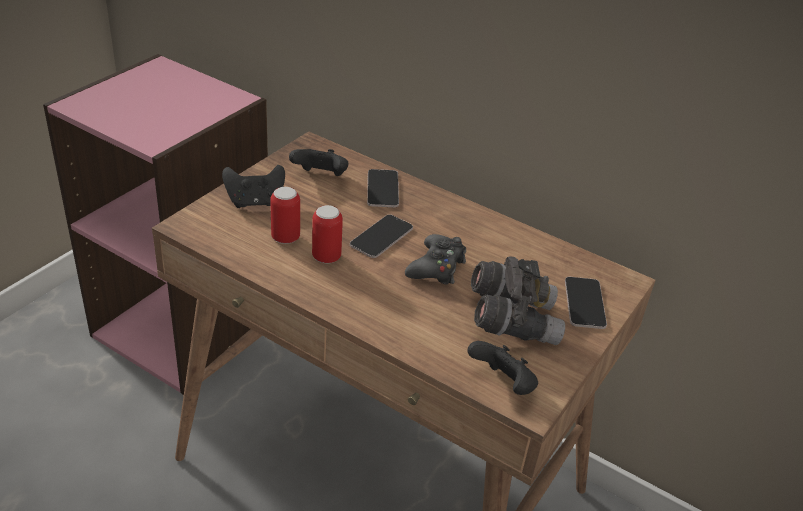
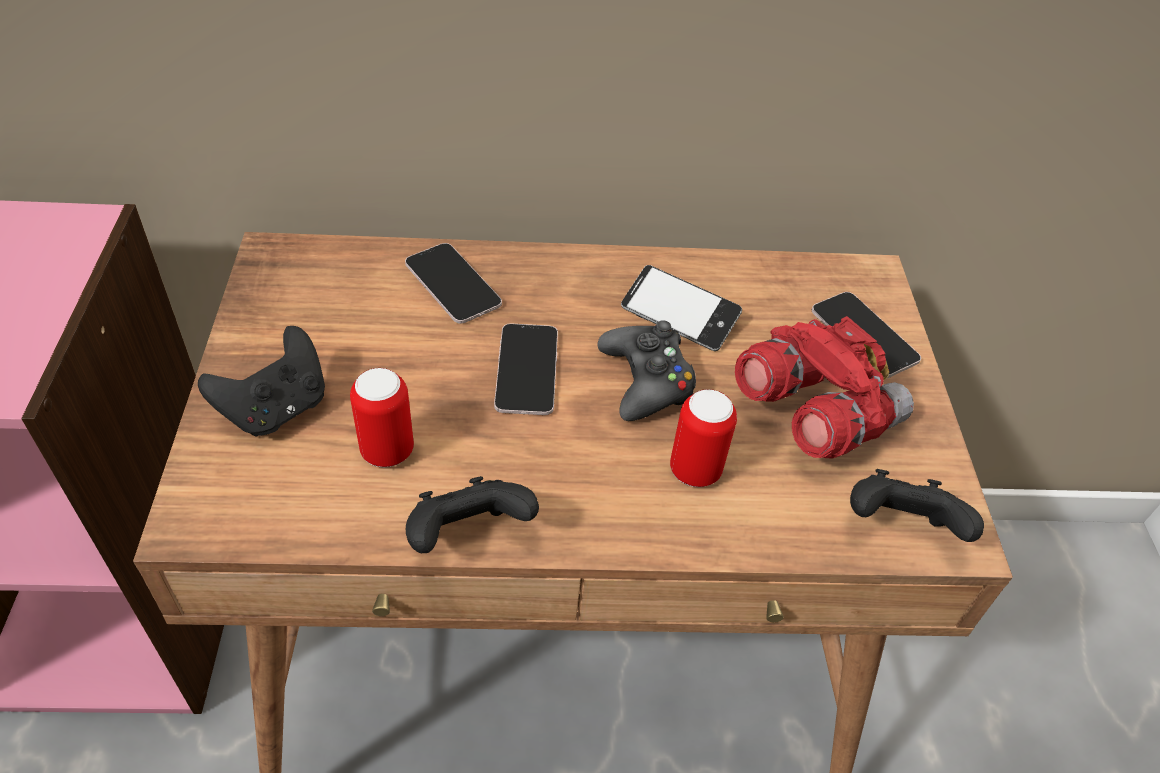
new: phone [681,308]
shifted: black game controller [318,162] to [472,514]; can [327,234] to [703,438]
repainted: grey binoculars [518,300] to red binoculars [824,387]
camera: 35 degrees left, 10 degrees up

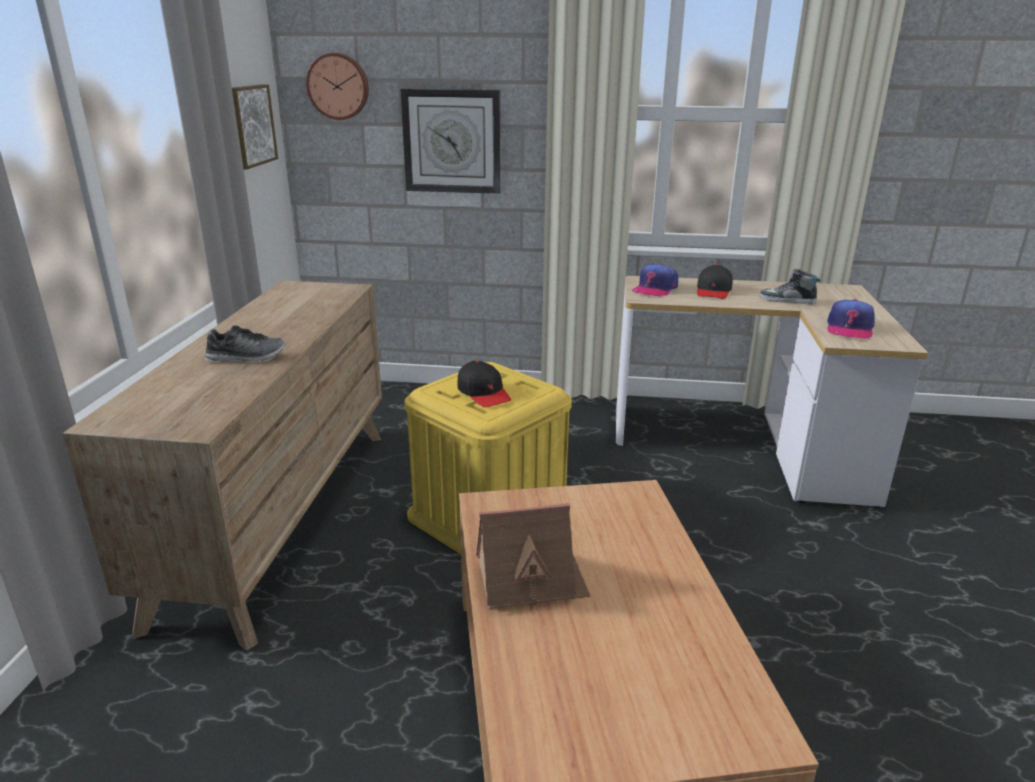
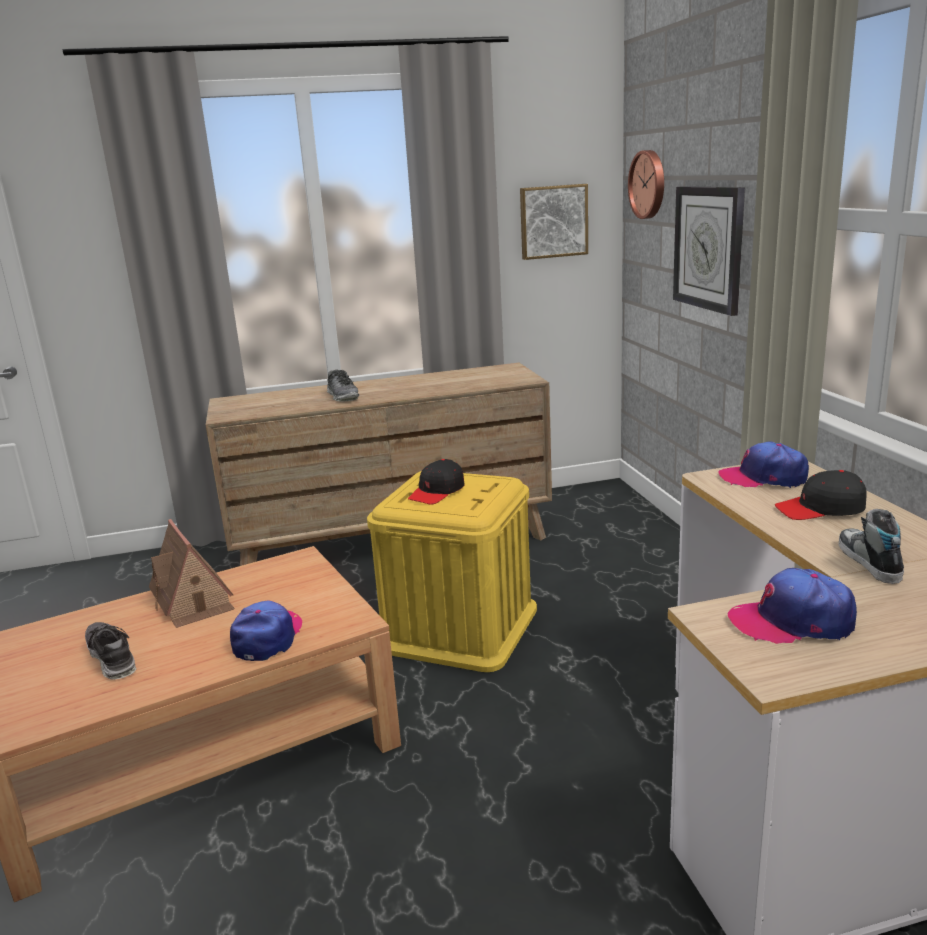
new: shoe [111,650]; cap [266,630]
camera: 70 degrees right, 5 degrees down

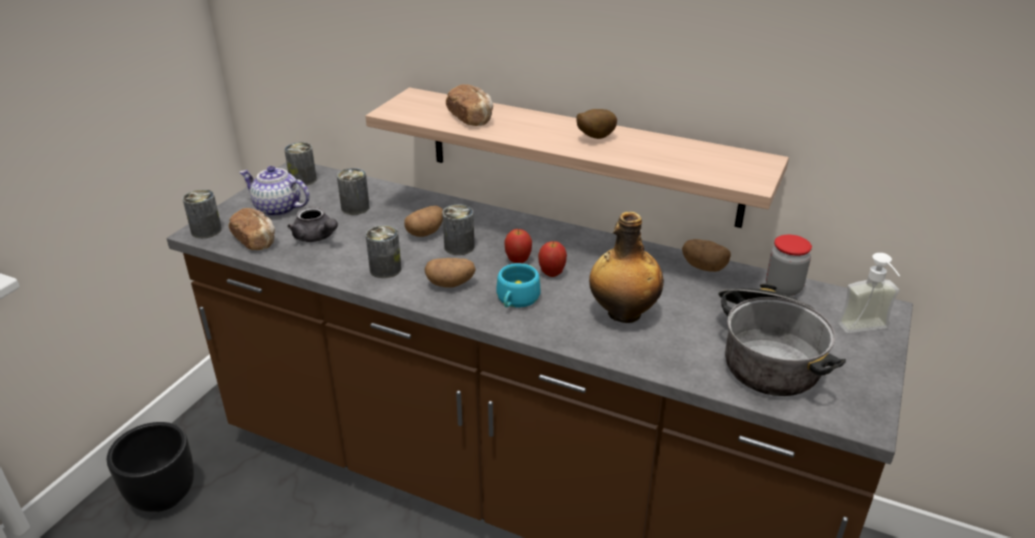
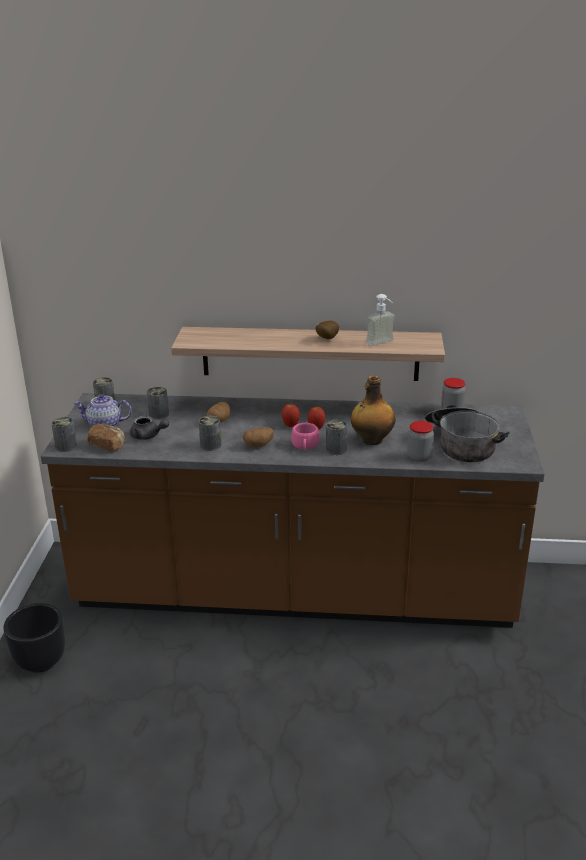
gone: bread [469,105]; potato [706,255]
new: jar [420,441]
shifted: can [458,229] to [337,437]; soap dispenser [869,293] to [380,320]
repainted: turquoise cup [518,285] to pink cup [305,436]
camera: 20 degrees left, 5 degrees down

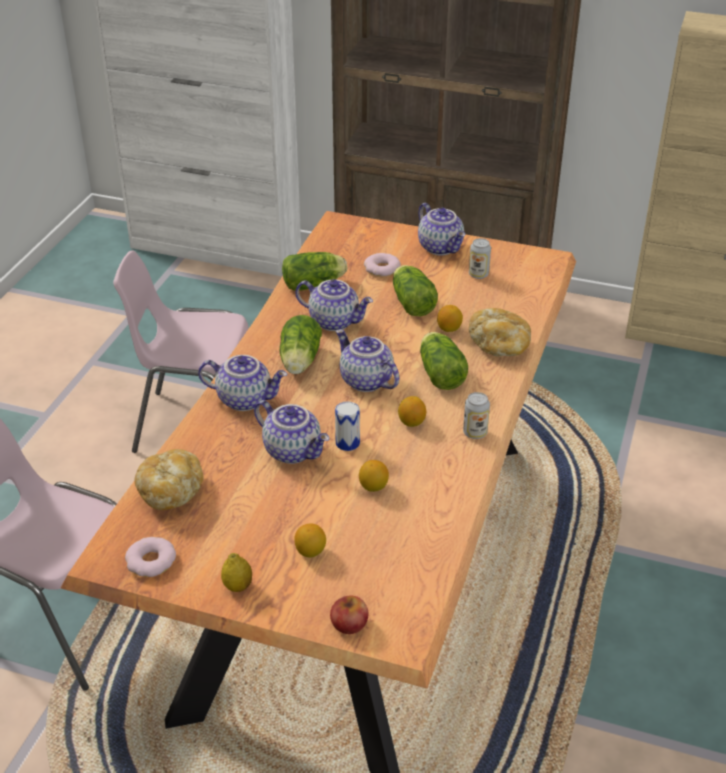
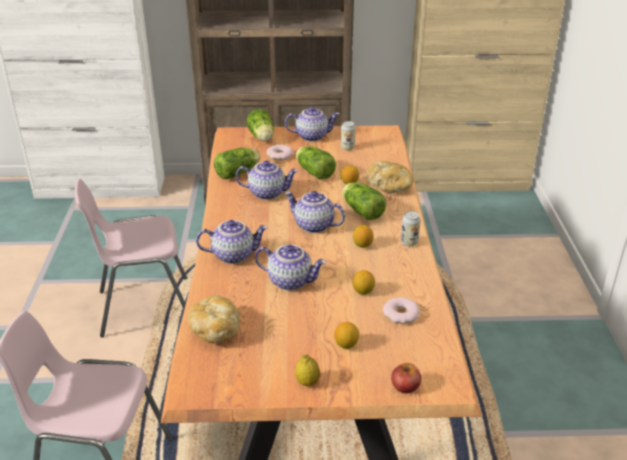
gone: can [347,426]
shifted: donut [150,557] to [401,310]; lettuce [301,344] to [260,125]
rotated: teapot [441,229] = [312,124] 45 degrees counterclockwise
camera: 20 degrees left, 5 degrees down

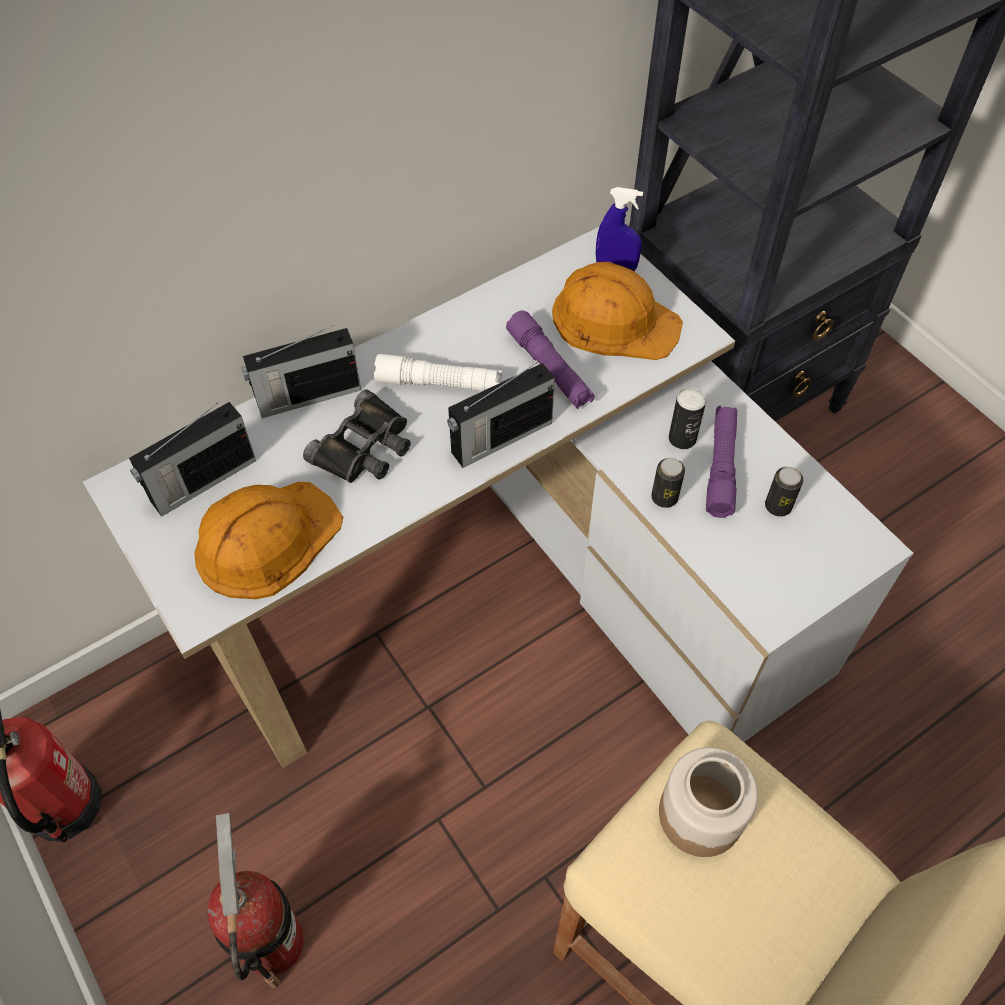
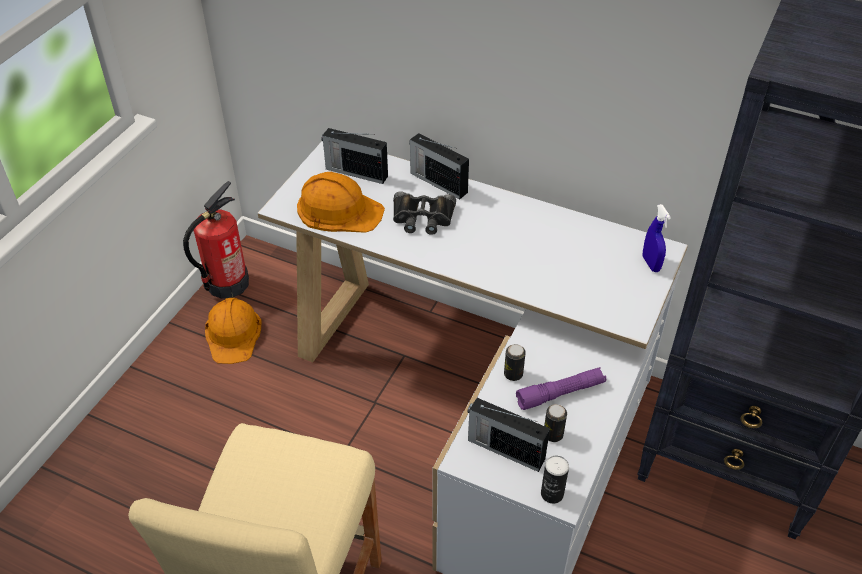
gone: fire extinguisher [255,900]; white flashlight [438,372]; purple flashlight [550,359]; jar [708,802]
shifted: radio [501,415] to [508,435]; orange hard hat [617,311] to [233,331]; can [687,418] to [555,479]
camera: 60 degrees right, 10 degrees down

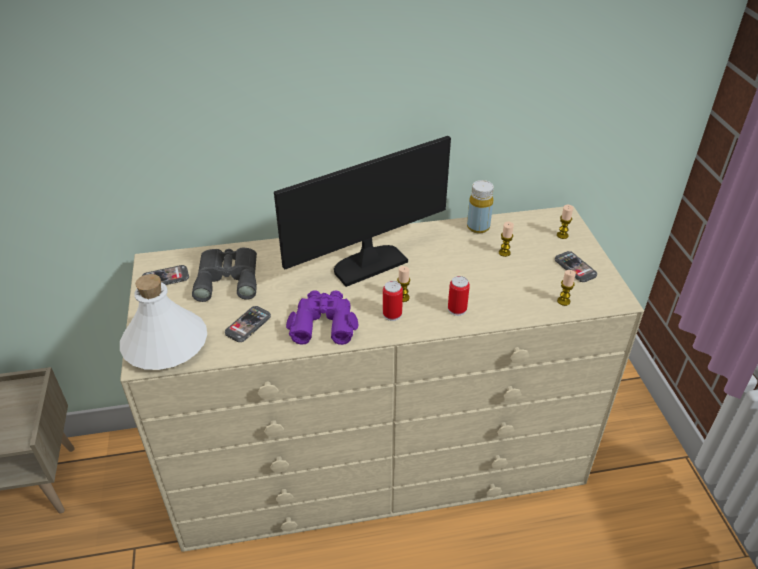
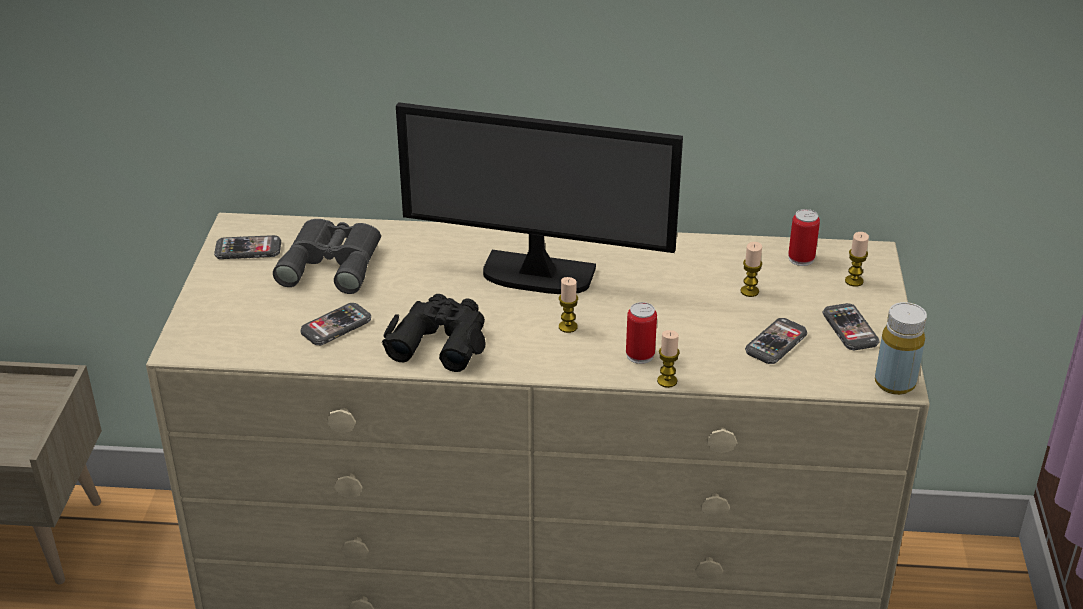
gone: white bottle [163,322]
new: phone [776,341]
shifted: can [393,301] to [804,237]; yellow bottle [480,207] to [901,348]; candle [566,288] to [668,359]
repainted: purple binoculars [322,317] to black binoculars [433,333]
rotated: monitor [362,211] = [539,198] 150 degrees counterclockwise
camera: 15 degrees right, 5 degrees down

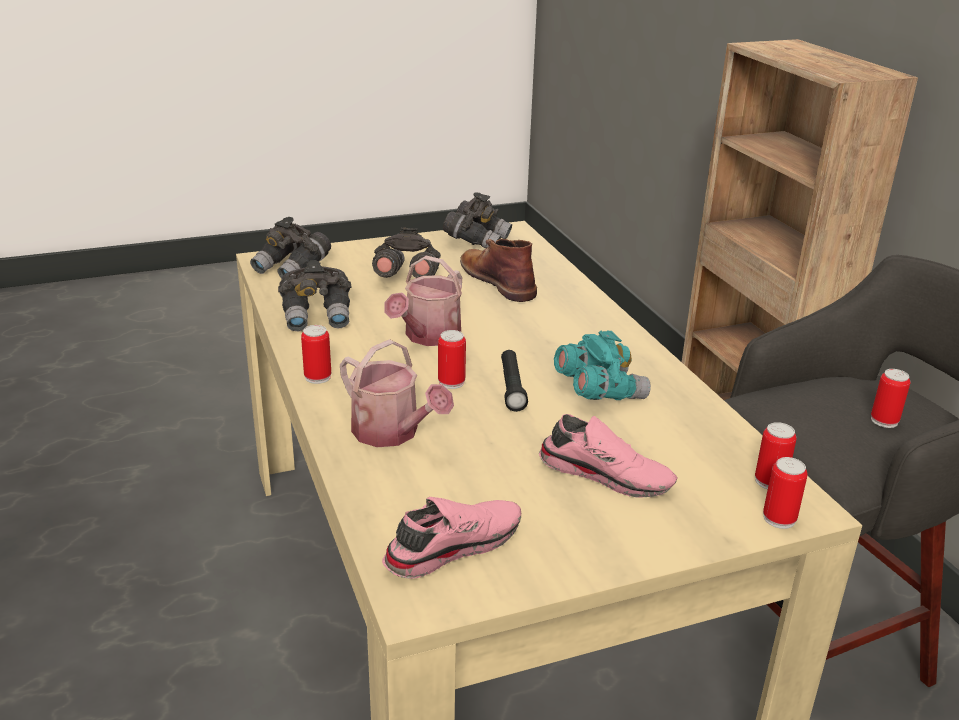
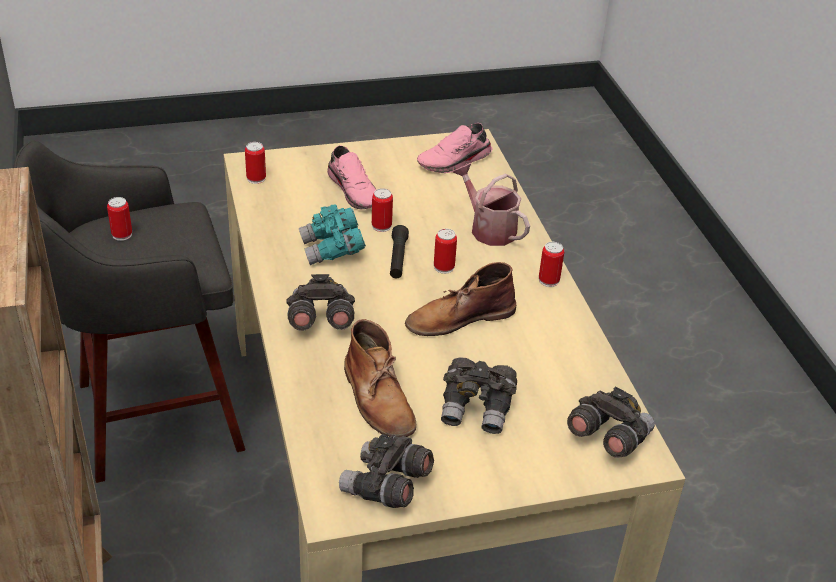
shifted: grey binoculars [314,295] to [320,302]; can [785,493] to [382,210]
swapped: watering can [423,300] to brown boot [460,299]
rotated: pink shoe [608,456] = [352,177] 150 degrees counterclockwise
camera: 175 degrees left, 10 degrees up

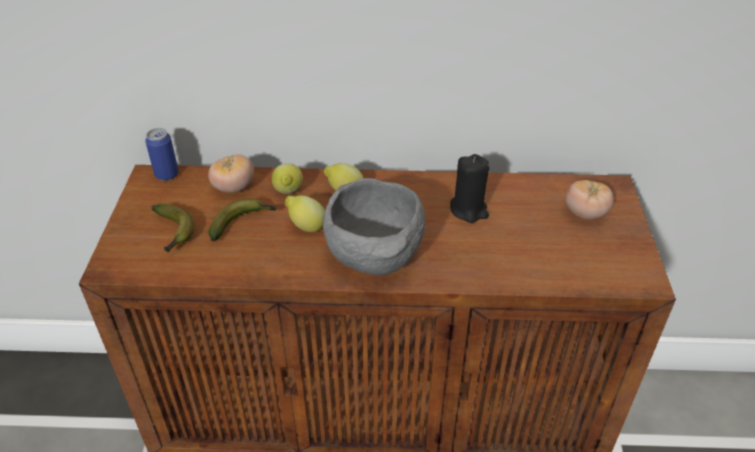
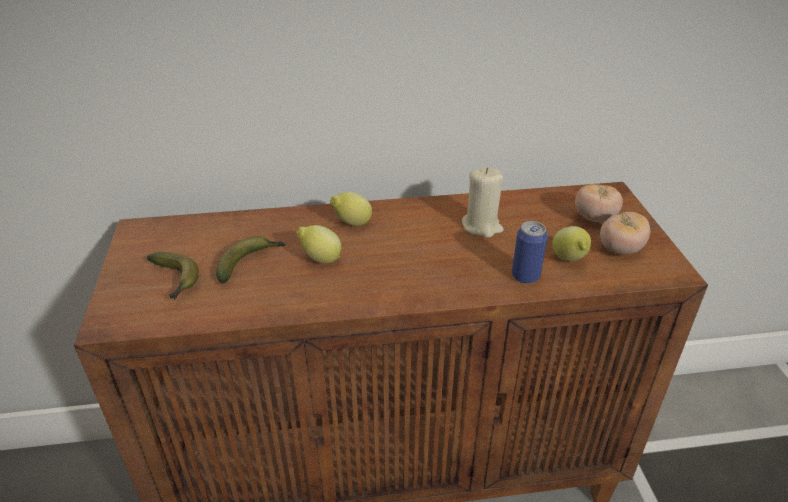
gone: grey bowl [374,226]
shifted: can [162,154] to [530,252]; tomato [231,173] to [625,233]; lemon [287,178] to [571,243]
repainted: black candle [469,188] to beige candle [483,202]
camera: 10 degrees left, 5 degrees down

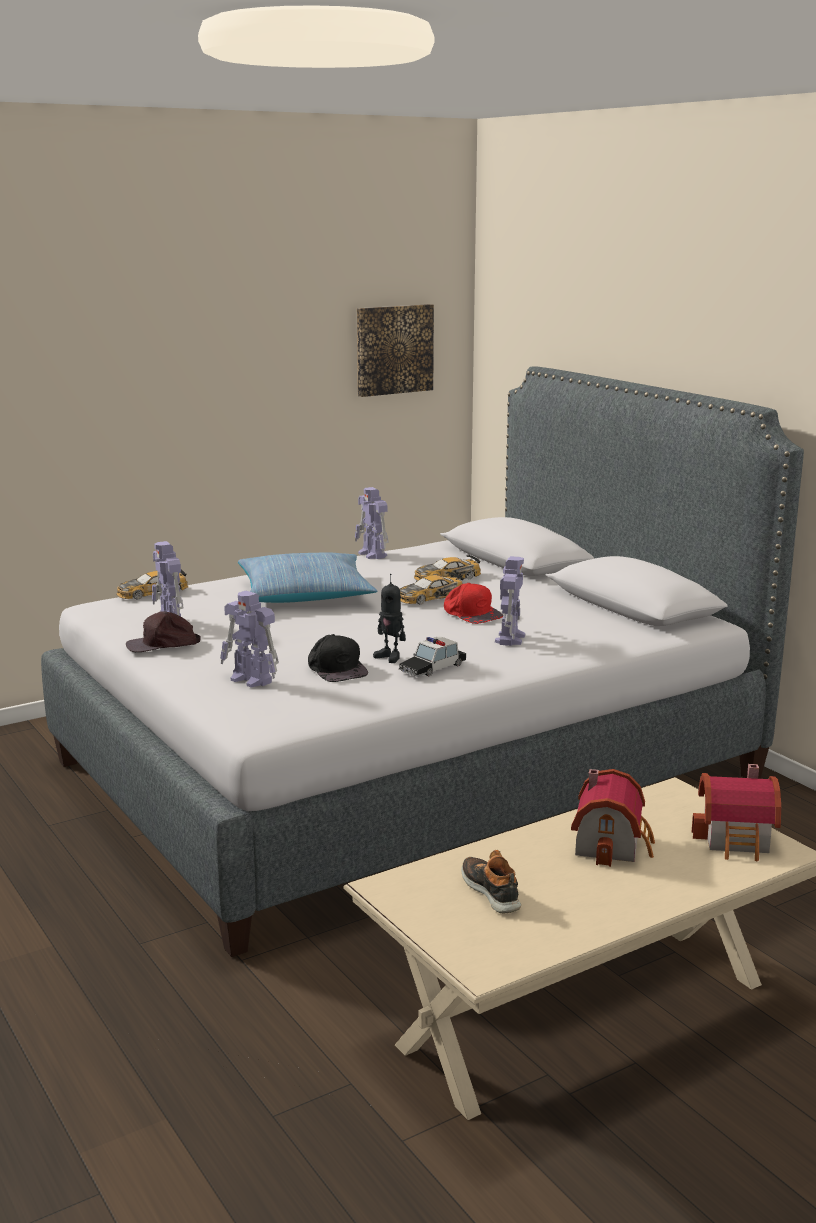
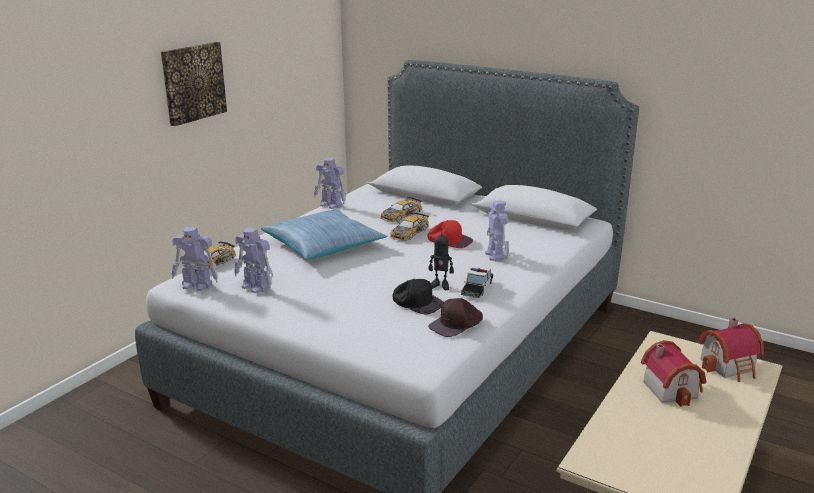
gone: shoe [491,881]
shifted: brown cap [163,631] to [455,317]; toy robot [249,639] to [195,259]; picture [395,350] to [194,84]
camera: 25 degrees left, 5 degrees up

